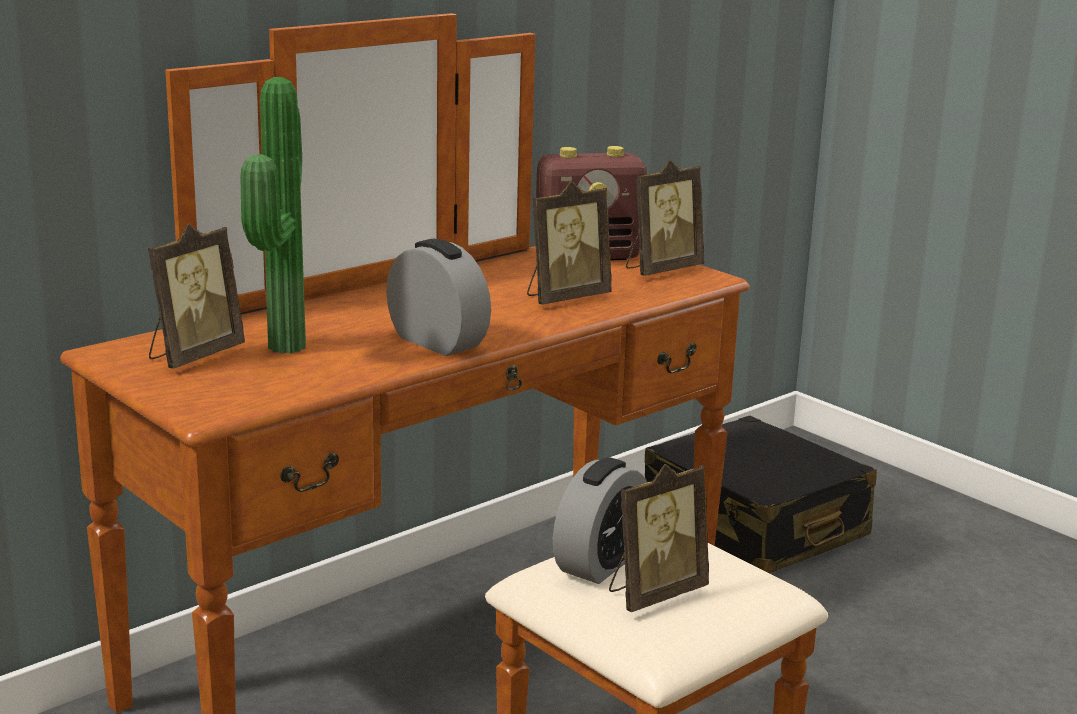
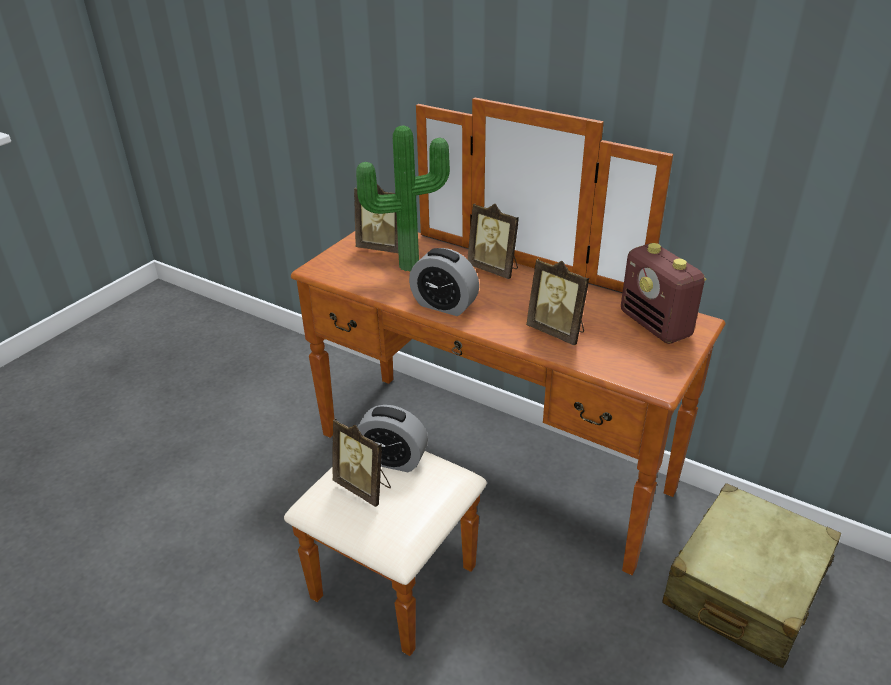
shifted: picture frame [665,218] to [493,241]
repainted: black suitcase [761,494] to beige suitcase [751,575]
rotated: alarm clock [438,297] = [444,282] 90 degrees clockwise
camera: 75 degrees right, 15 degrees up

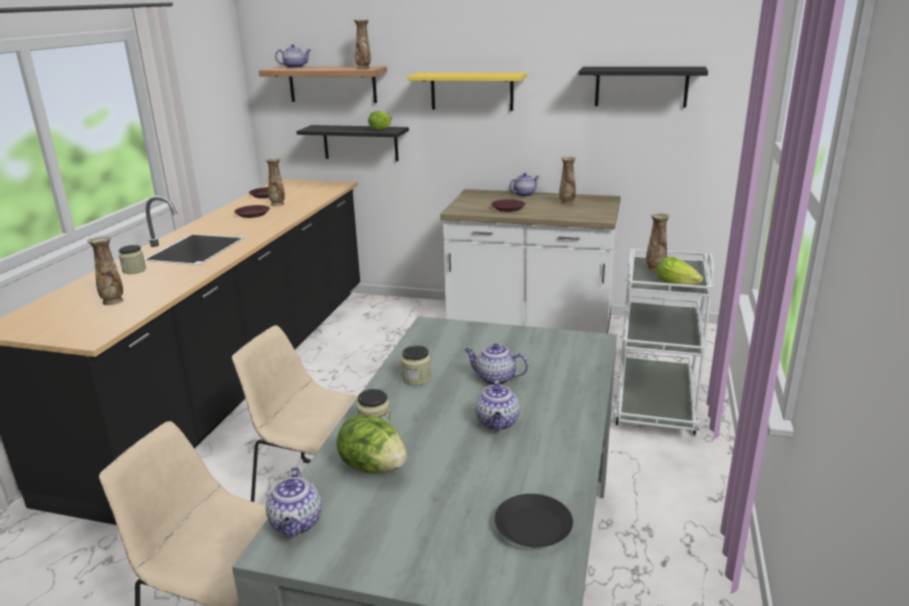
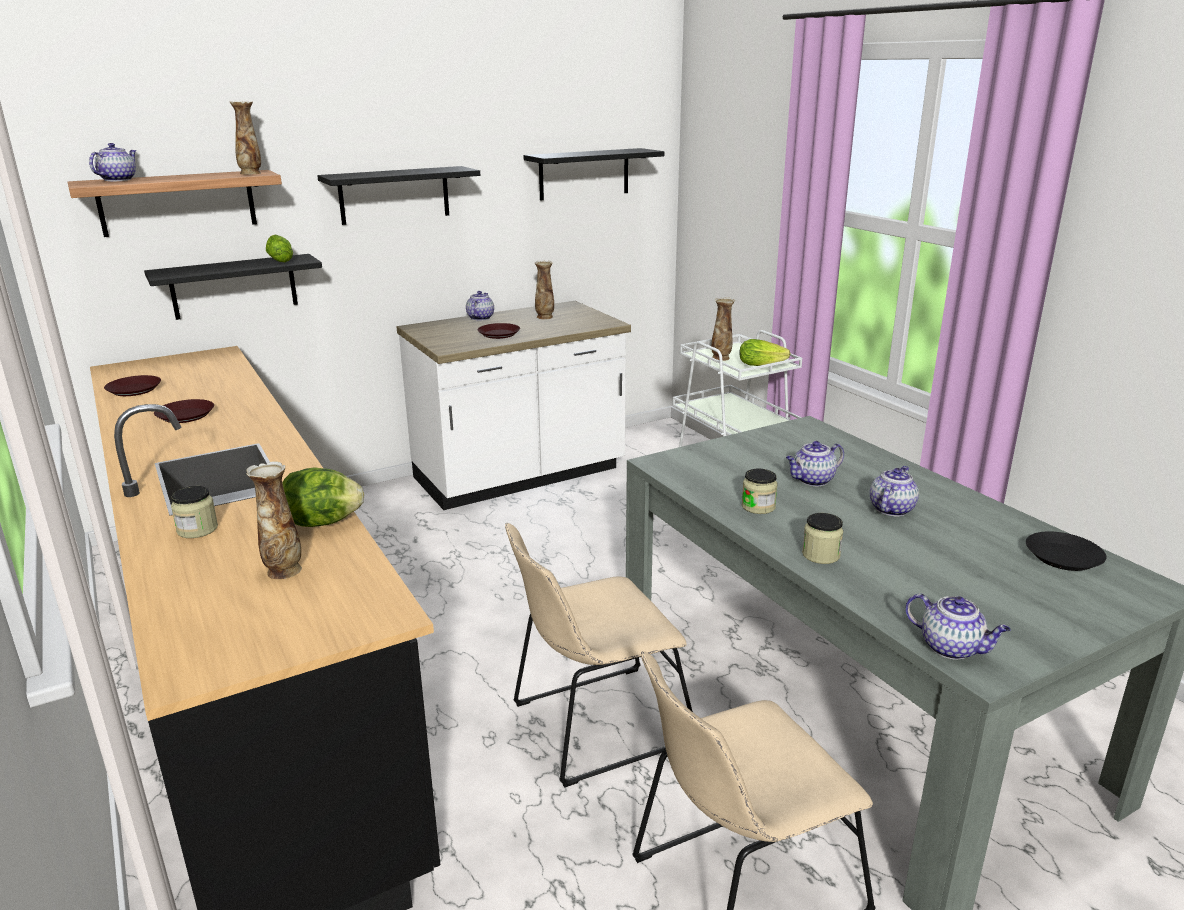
gone: vase [275,181]
shifted: lettuce [372,443] to [323,497]
repainted: yellow shelf [467,91] to black shelf [398,195]
rotated: teapot [497,404] = [894,491] 105 degrees counterclockwise
camera: 45 degrees left, 0 degrees up

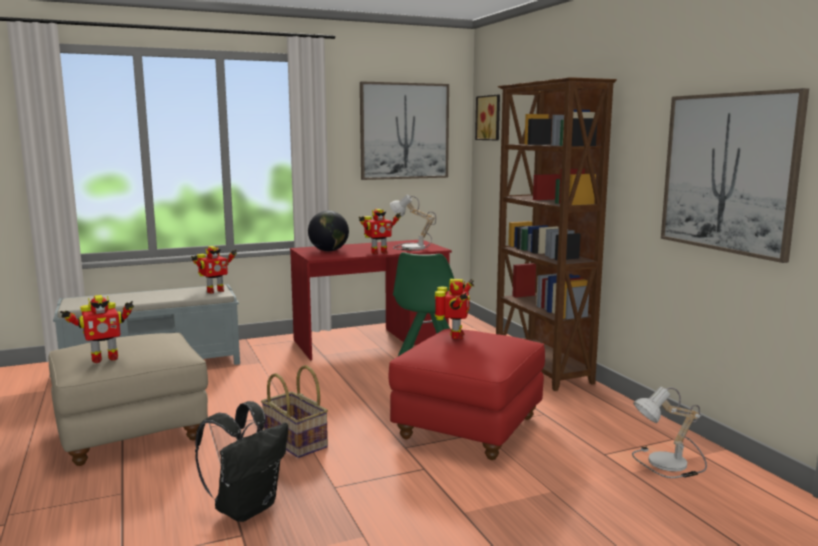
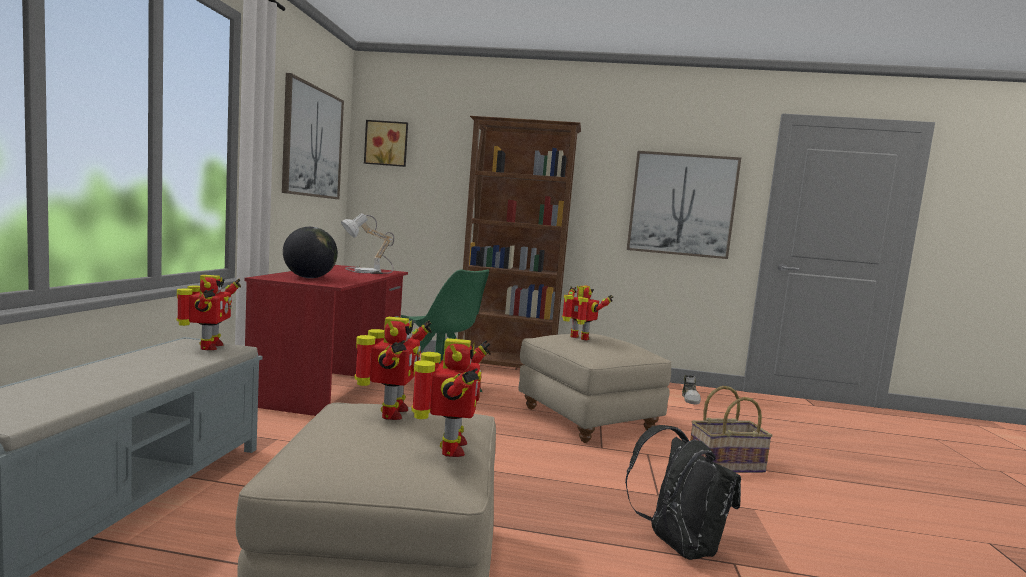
shifted: basket [294,411] to [731,429]; toy robot [380,231] to [393,368]
swapped: table lamp [669,432] to shoe [691,390]
repainted: red ottoman [466,394] to beige ottoman [595,388]
camera: 60 degrees left, 5 degrees down

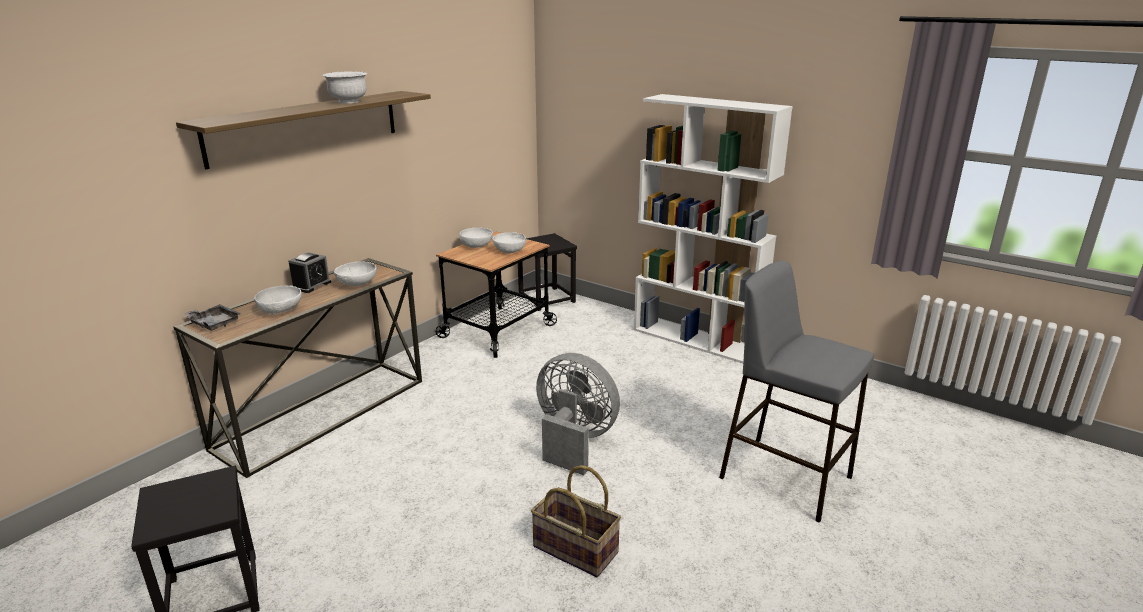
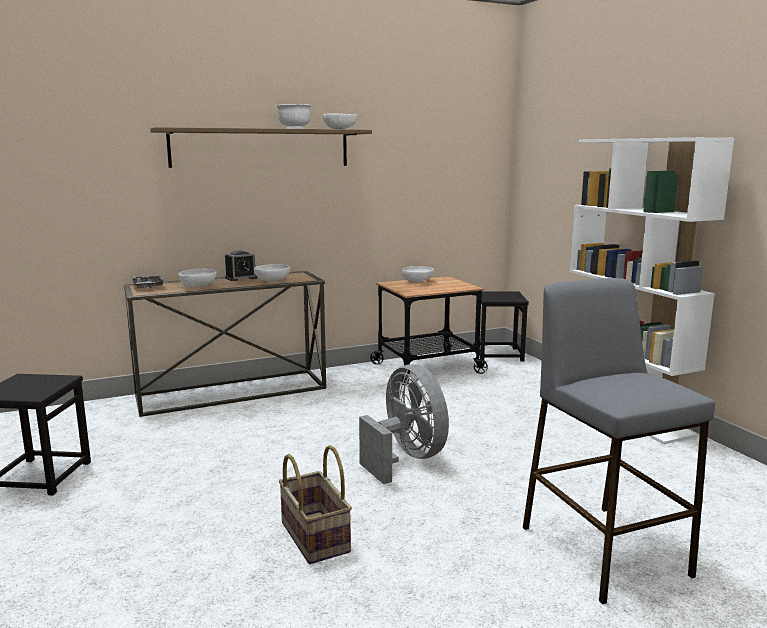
shifted: white bowl [509,242] to [340,121]
camera: 30 degrees right, 10 degrees down

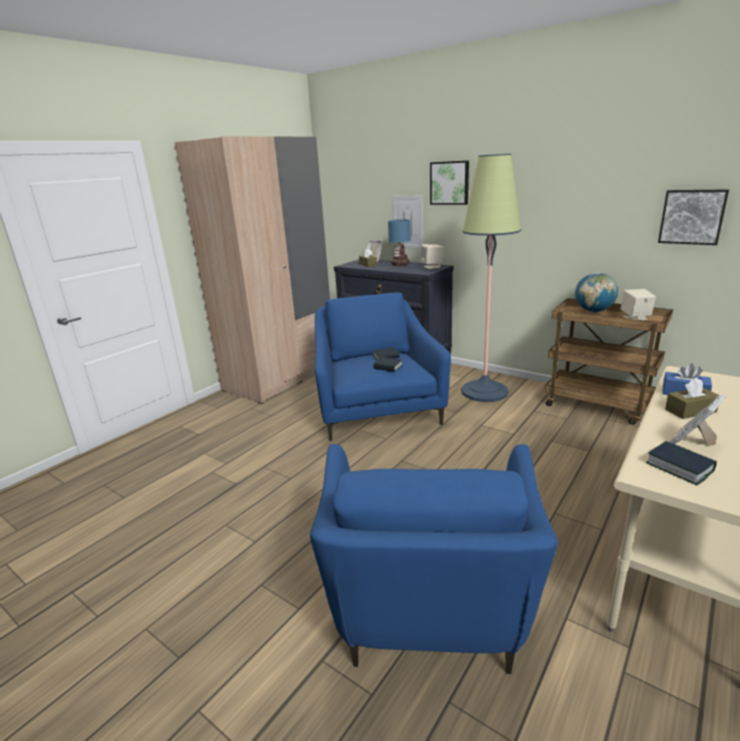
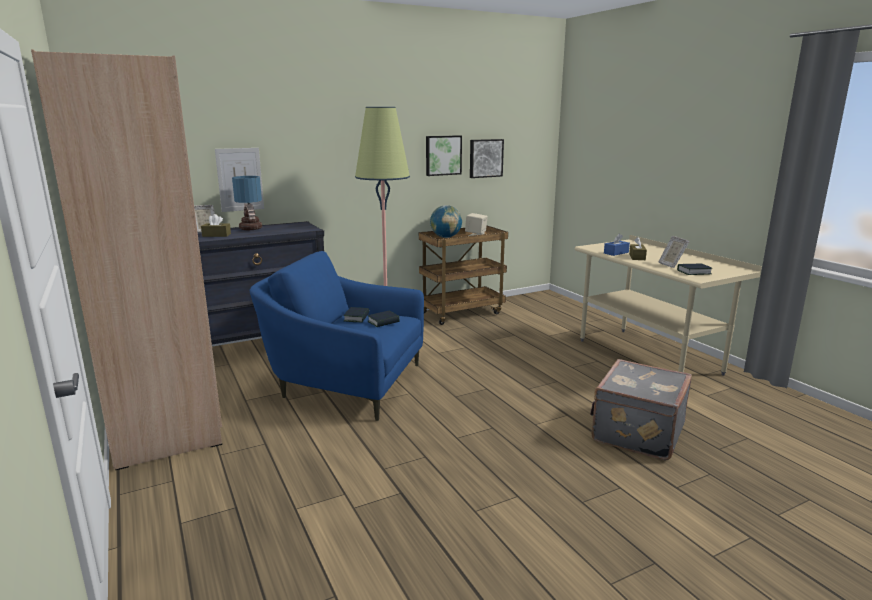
gone: beige speaker [432,256]
shifted: picture [449,183] to [444,155]
swapped: blue armchair [434,559] to grey suitcase [641,409]
camera: 65 degrees left, 5 degrees down

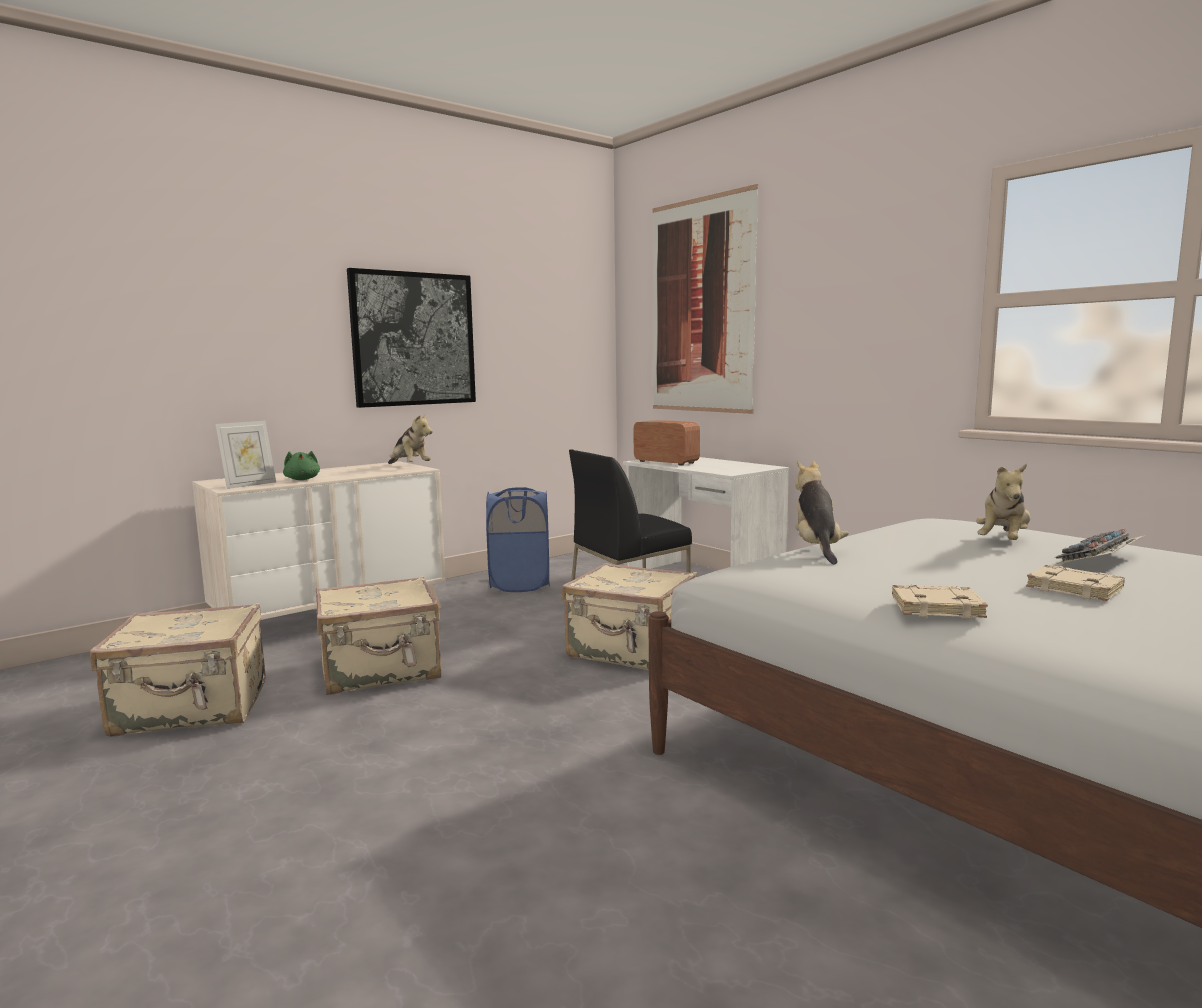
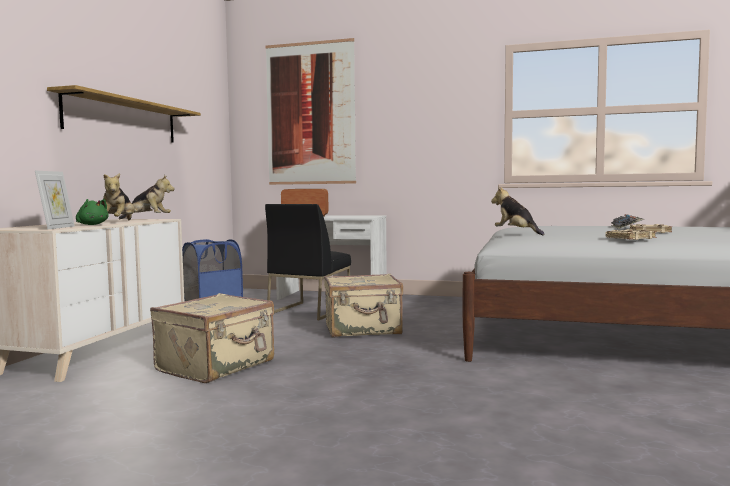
gone: beige suitcase [178,670]
shifted: plush toy [1003,501] to [119,196]
swapped: picture [411,338] to shelf [124,114]
camera: 35 degrees left, 5 degrees down

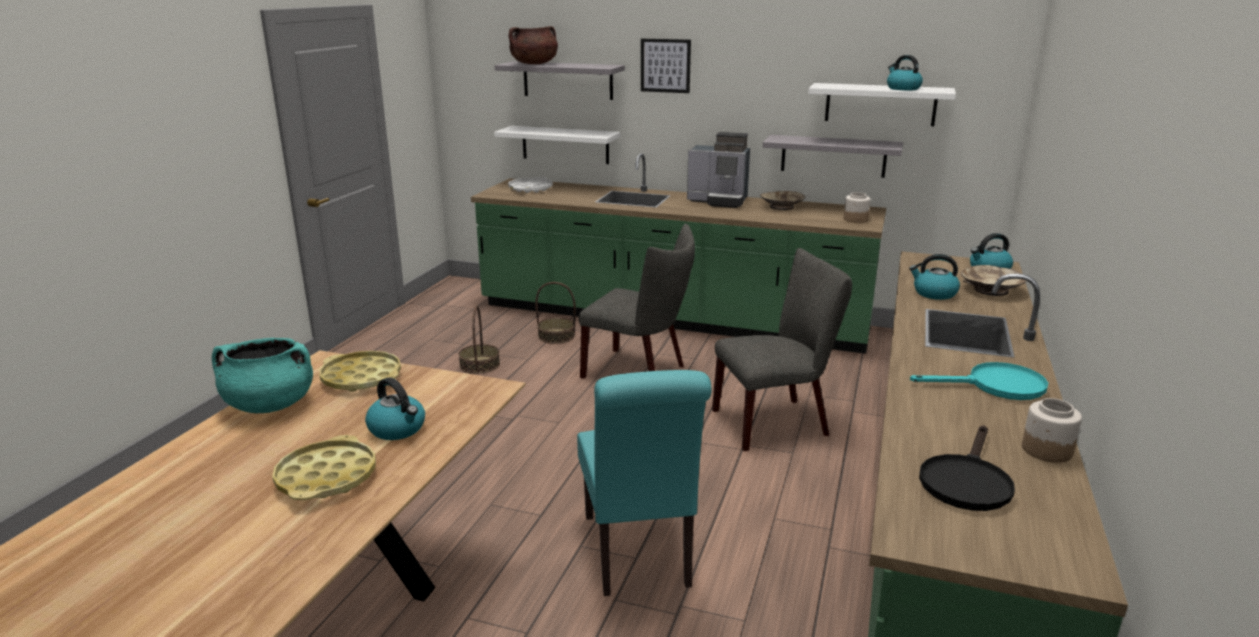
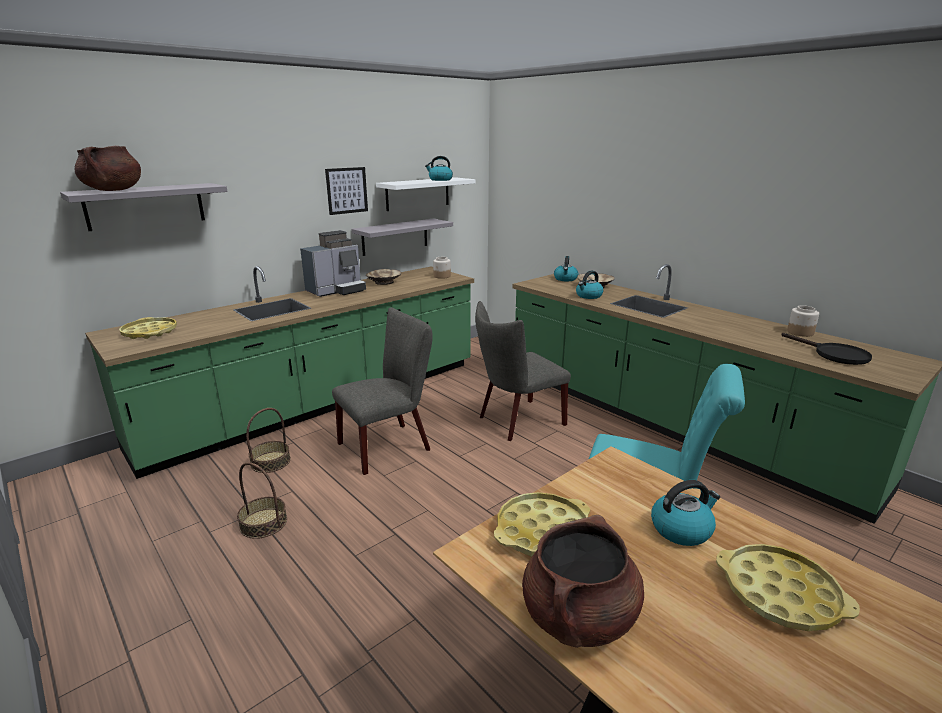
gone: white shelf [557,145]; turquoise frying pan [979,381]
shifted: picture [666,66] to [346,191]
repainted: turquoise cooking pot [262,375] to brown cooking pot [583,581]; white tray [530,185] to yellow tray [148,328]
rotated: grey chair [782,349] = [523,371] 135 degrees counterclockwise
camera: 60 degrees left, 0 degrees up

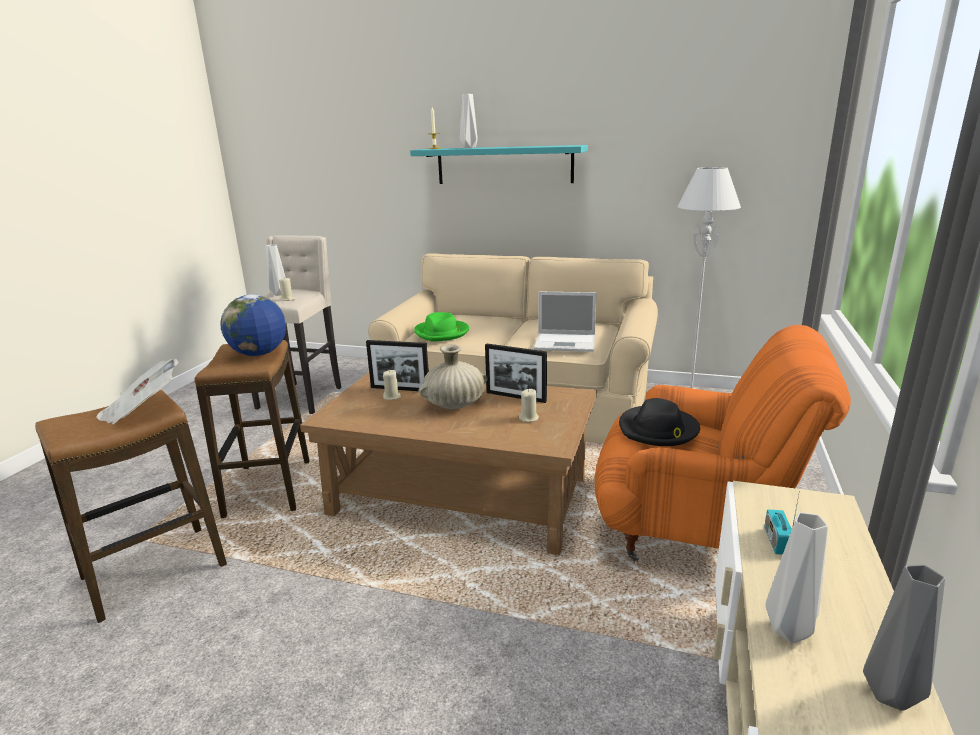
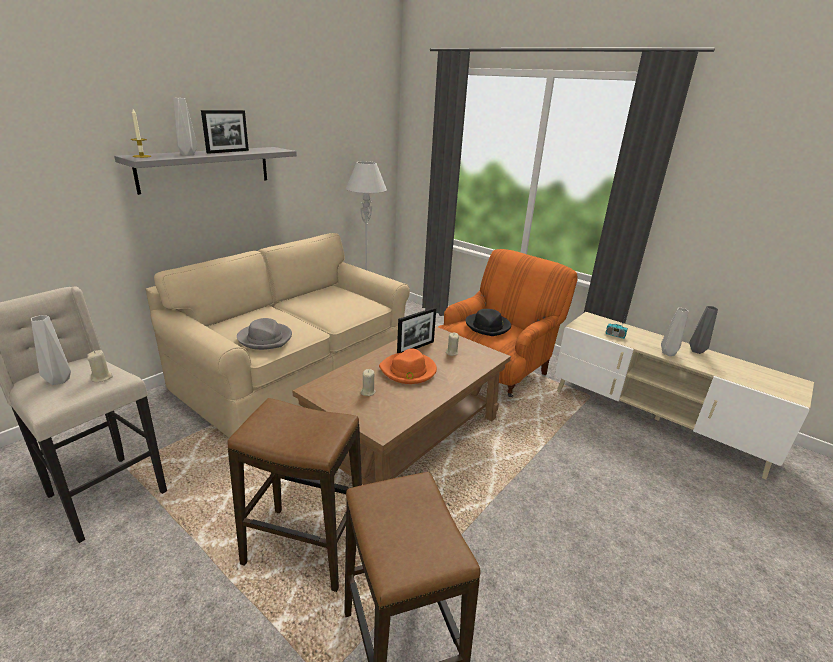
gone: newspaper [137,392]; globe [253,325]; laptop [565,322]
shifted: picture frame [397,365] to [225,132]
swapped: beige vase [452,377] to orange hat [408,366]
repainted: turquoise shelf [499,164] to grey shelf [205,171]; green hat [441,327] to grey hat [264,334]
camera: 70 degrees left, 5 degrees up

